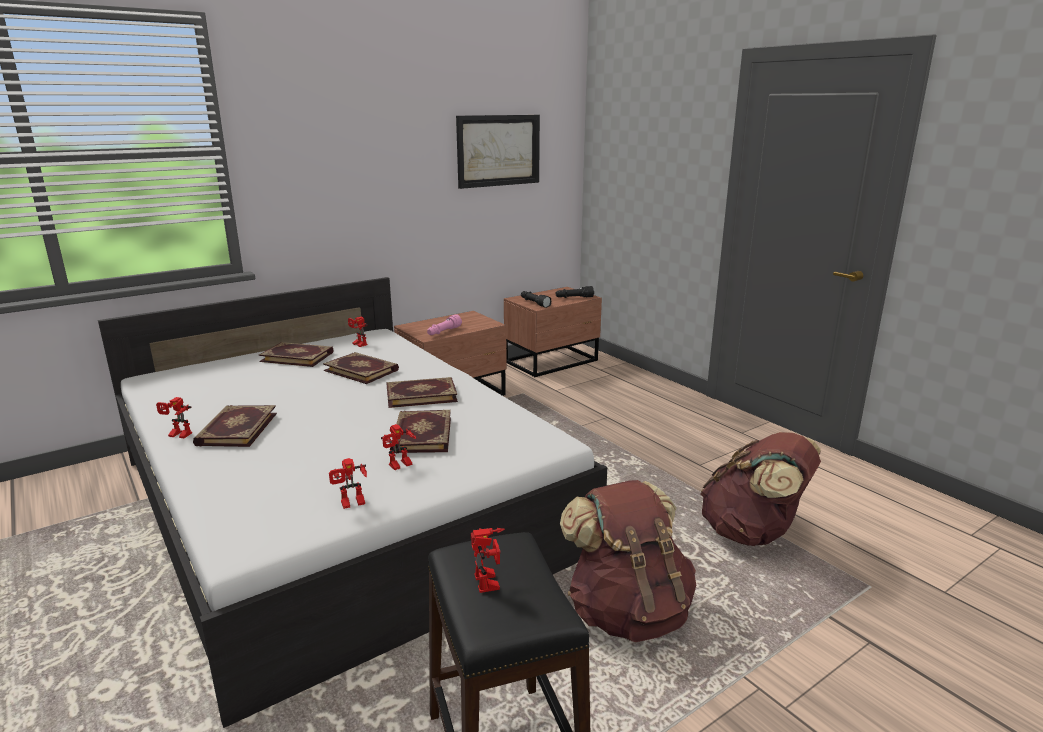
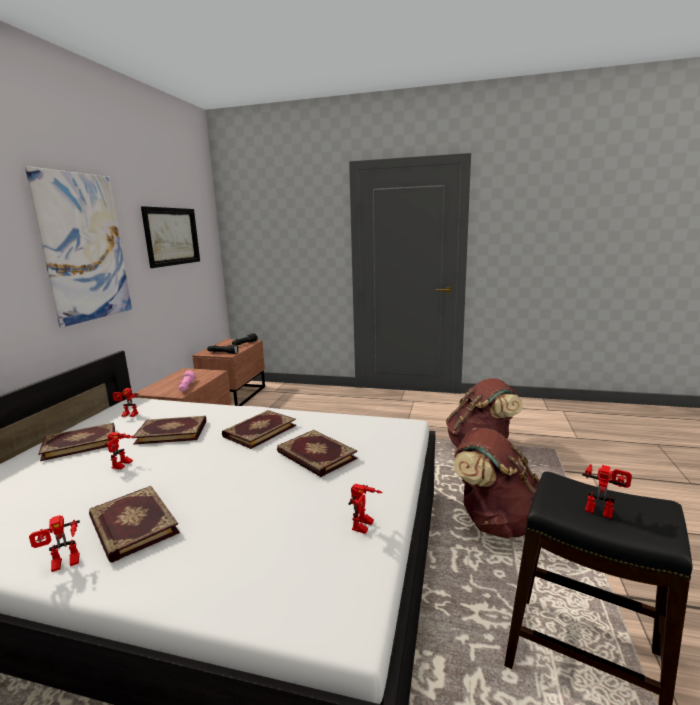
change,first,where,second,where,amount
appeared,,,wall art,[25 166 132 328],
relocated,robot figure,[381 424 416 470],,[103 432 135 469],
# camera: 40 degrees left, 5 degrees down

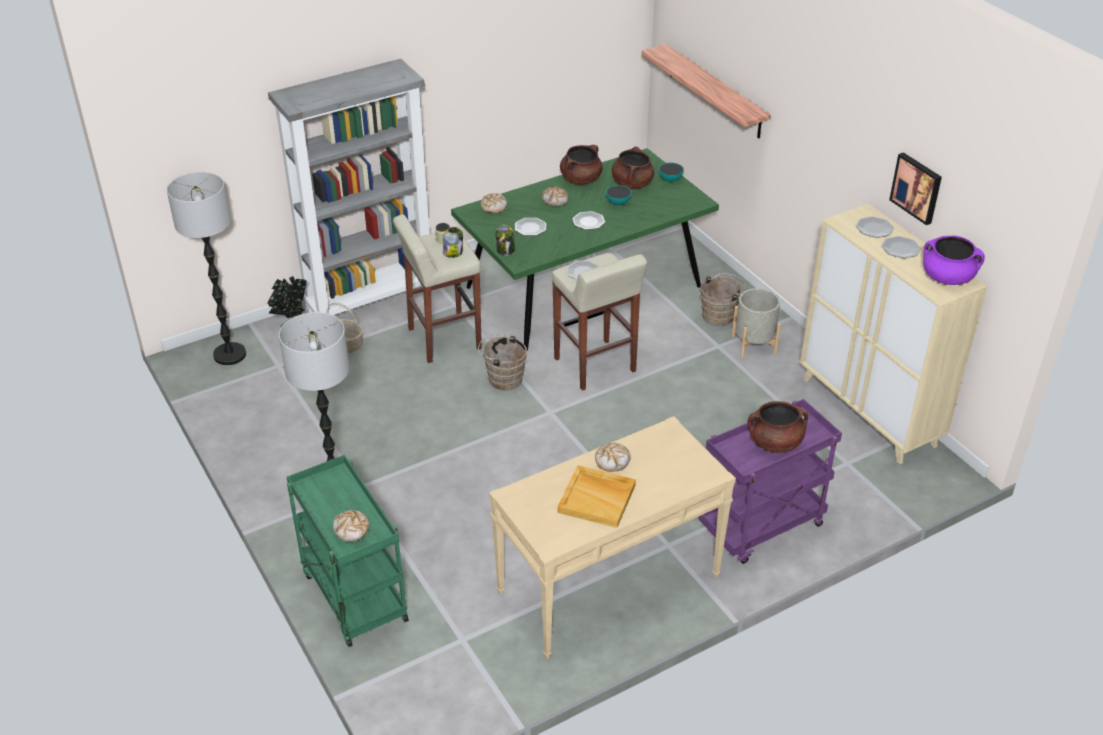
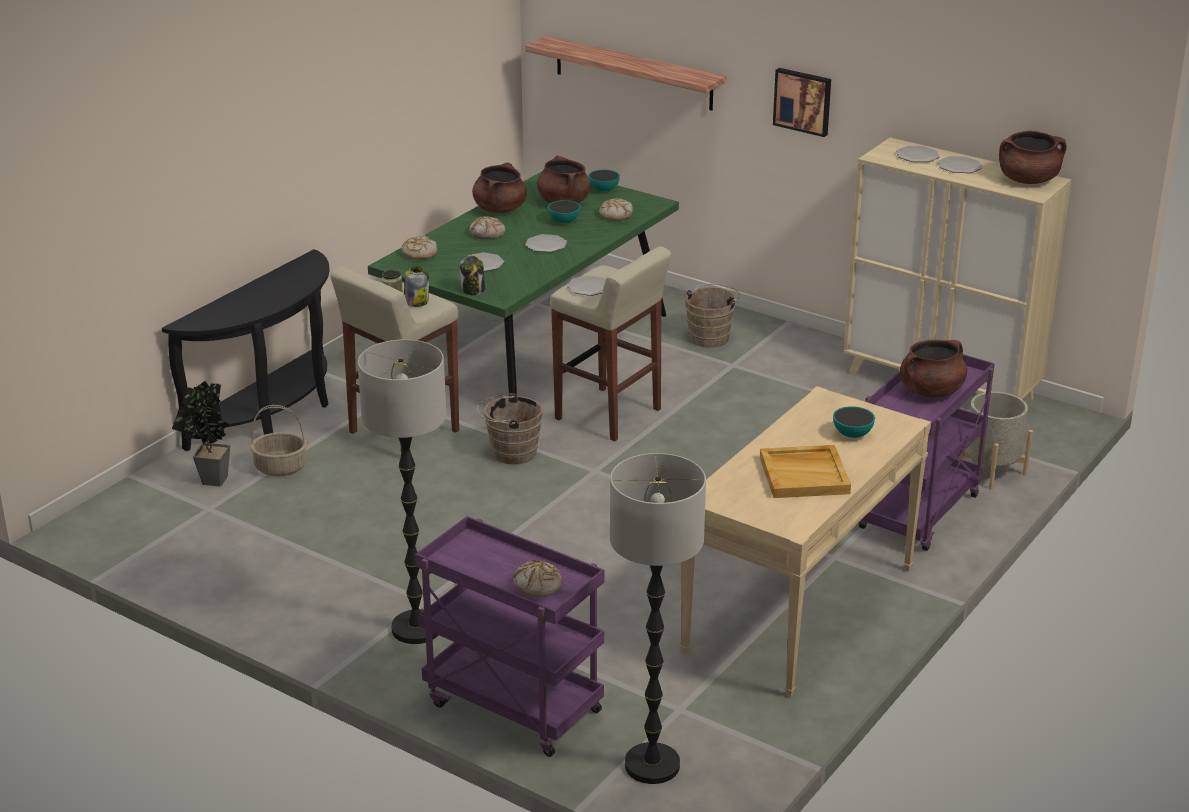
change,first,where,second,where,amount
exchanged,greyish bookcase,[268 59 434 315],black-coloured hall table,[162 249 329 451],
colour,green wheeled cart,[287 455 408 647],purple wheeled cart,[415 516 604 757],
relocated,bread,[595 443 631 472],,[599 198 633 221],
relocated,standing lamp,[167 172 246 365],,[610 453 706 784],
relocated,wall art,[889 152 942 225],,[773 68 831 137],
appeared,,,deep dish,[833 406 875 438],
relocated,greyish flower pot,[732 288 781 358],,[959 392 1033 490],
colour,purple saucepot,[923 236 985 285],brownish saucepot,[999 131 1067 184],
# camera: 25 degrees left, 10 degrees down

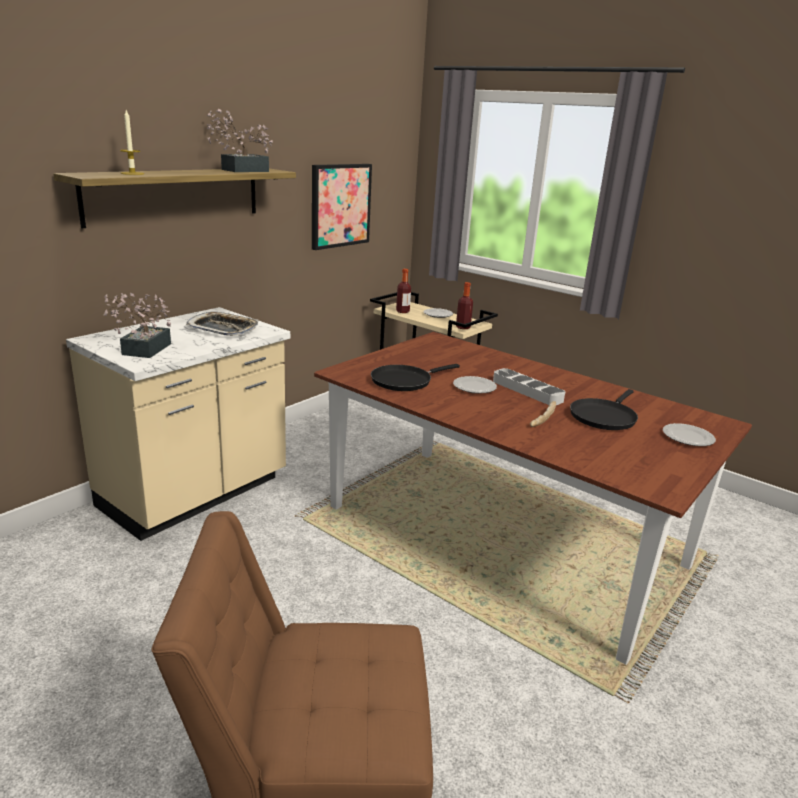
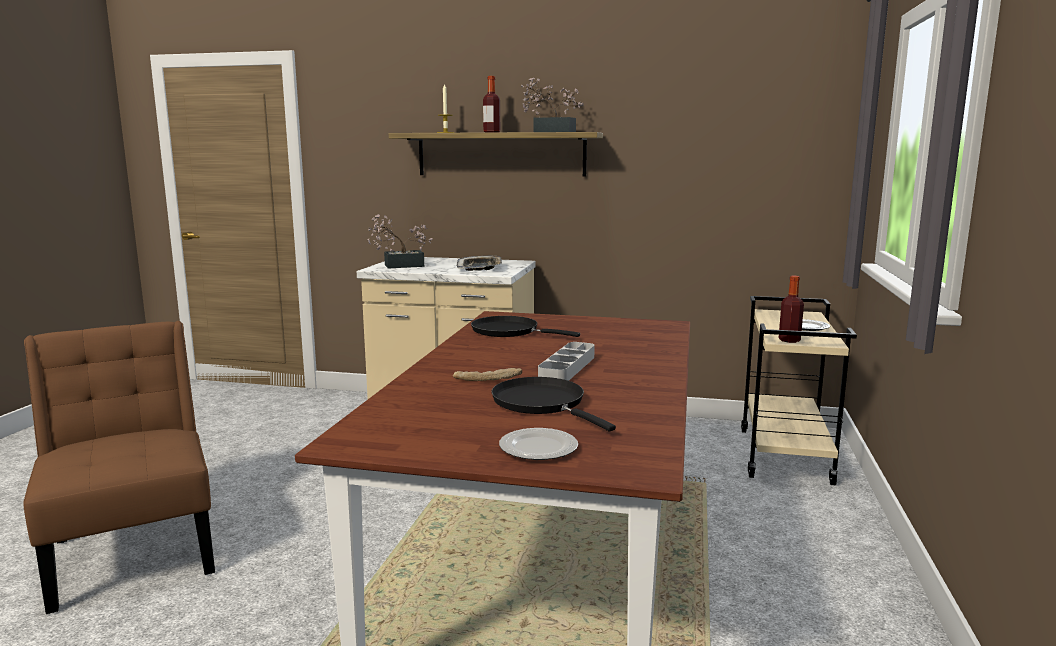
change,first,where,second,where,amount
relocated,beverage bottle,[396 269 411 313],,[483 76 500 132],
spun,black-coloured skillet,[570 389 638 430],,[491 377 616 431],45 degrees clockwise
missing,wall art,[312 164 372 250],,,
missing,dinner plate,[453 376 497 394],,,
# camera: 65 degrees right, 10 degrees down

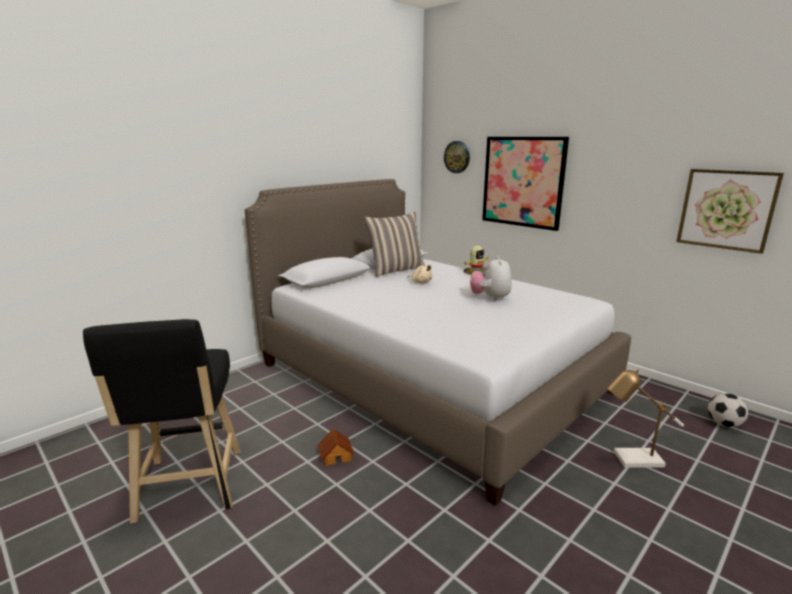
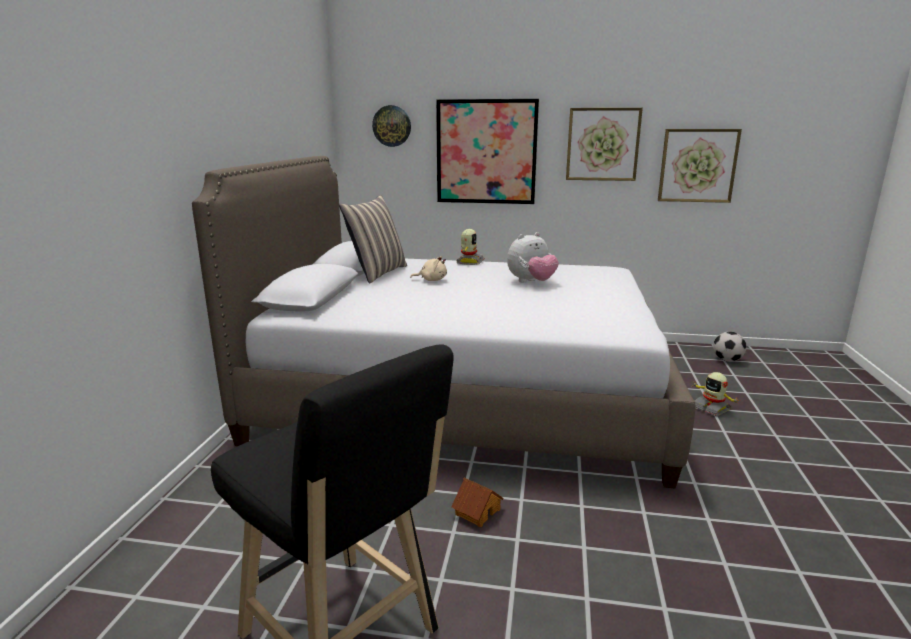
change,first,where,second,where,amount
spun,plush toy,[470 256 512 301],,[507 232 559 282],90 degrees counterclockwise
appeared,,,wall art,[566 108 643 181],
exchanged,tabletop lamp,[607 369 684 468],robot figure,[691 372 739 416],
# camera: 35 degrees left, 0 degrees up

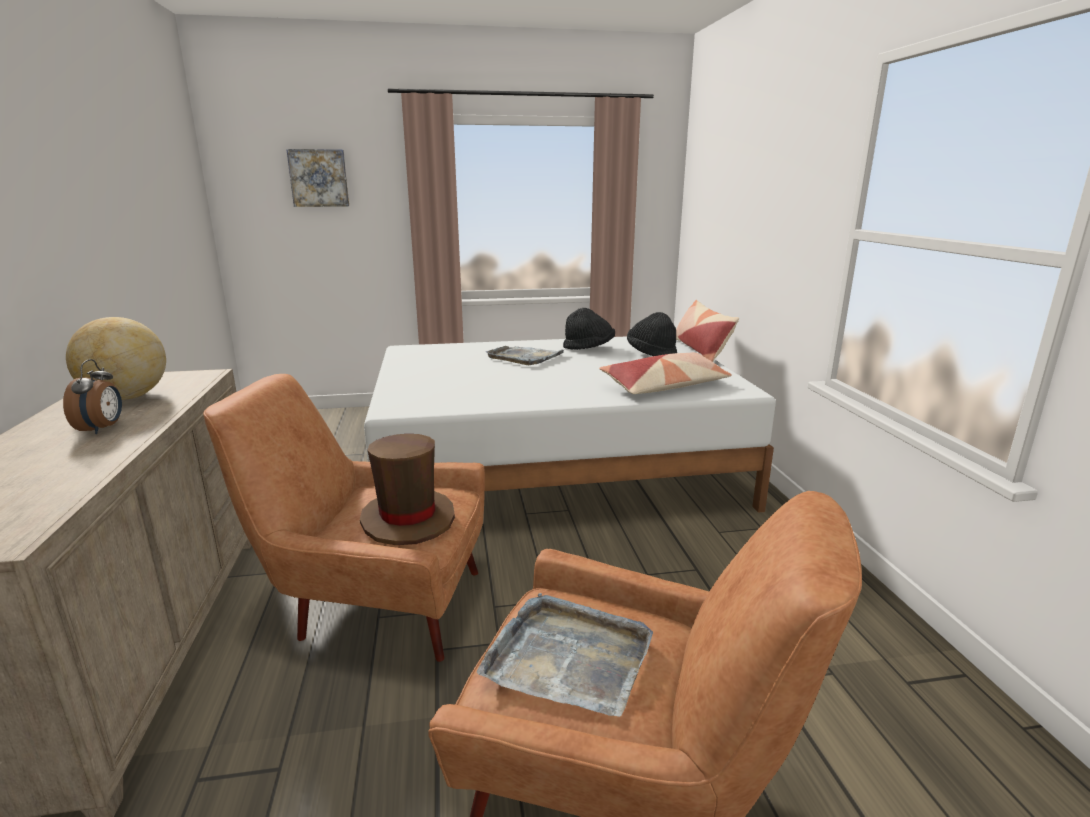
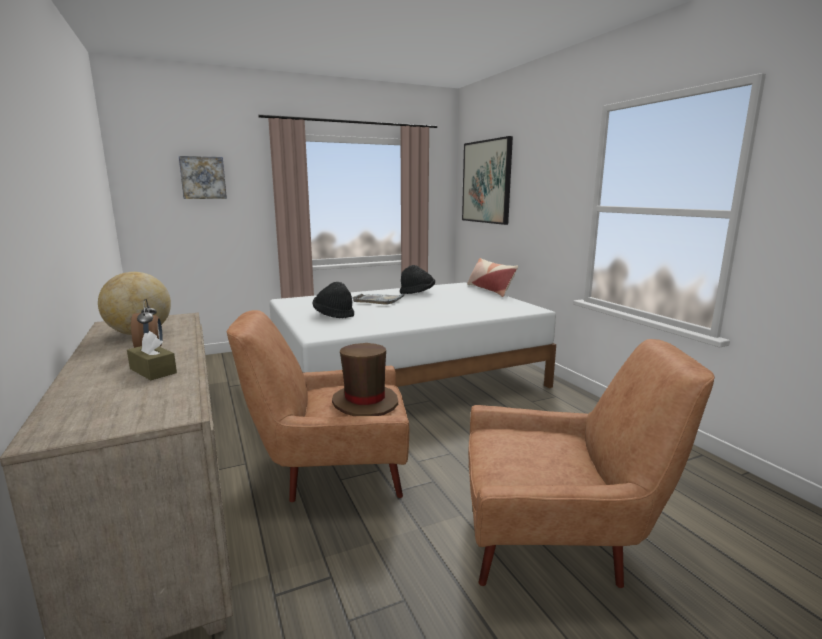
change,first,where,second,where,amount
appeared,,,brownish tissue box,[127 331 177 380],
relocated,black-coloured wearable hat,[627 312 677 356],,[313 282 354 319],
appeared,,,wall art,[462 136 513 225],
missing,greyish serving tray,[477 593 653 717],,,
missing,pillow,[599 352 732 394],,,
# camera: 15 degrees left, 5 degrees down

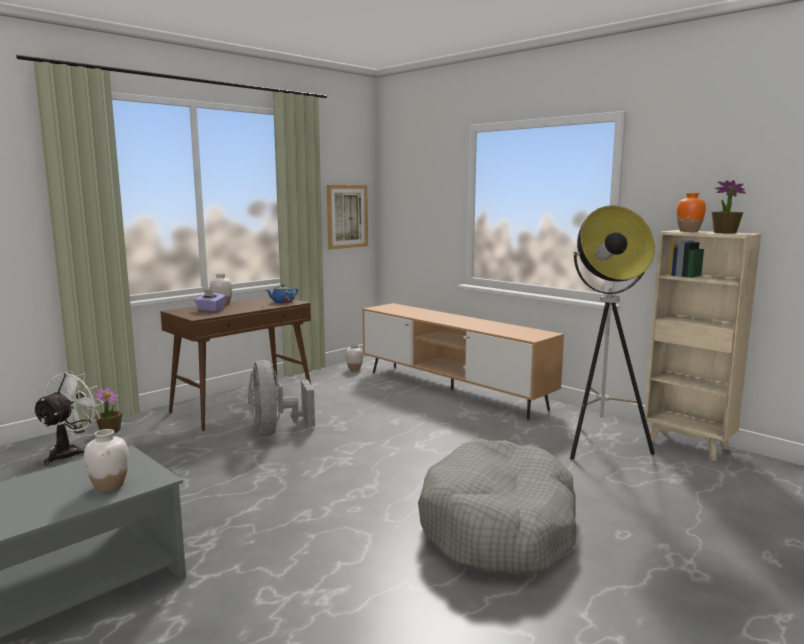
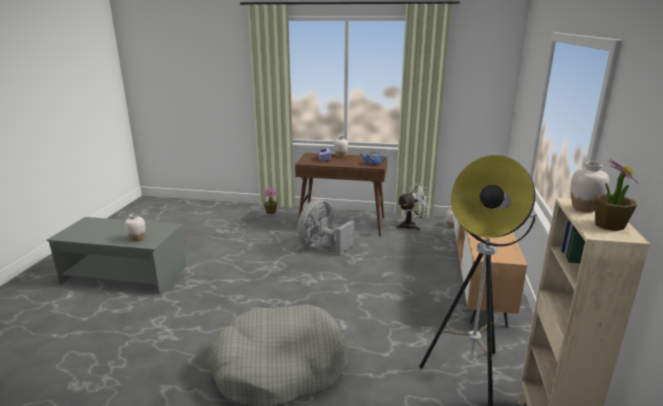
change,first,where,second,where,amount
relocated,whitish cooling fan,[32 371 104 466],,[396 183 432 231],
colour,orangey vase,[677 193 706 232],whitish vase,[571 162 609 212],
missing,wall art,[327 185 368 250],,,
# camera: 55 degrees right, 10 degrees up

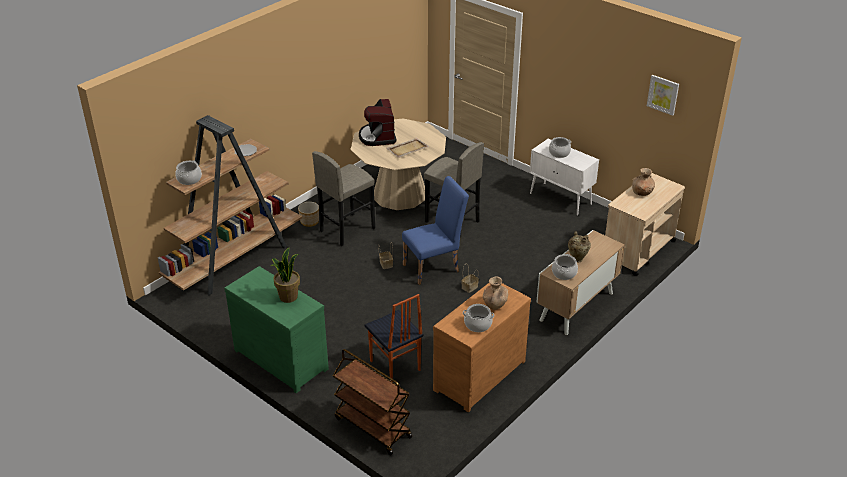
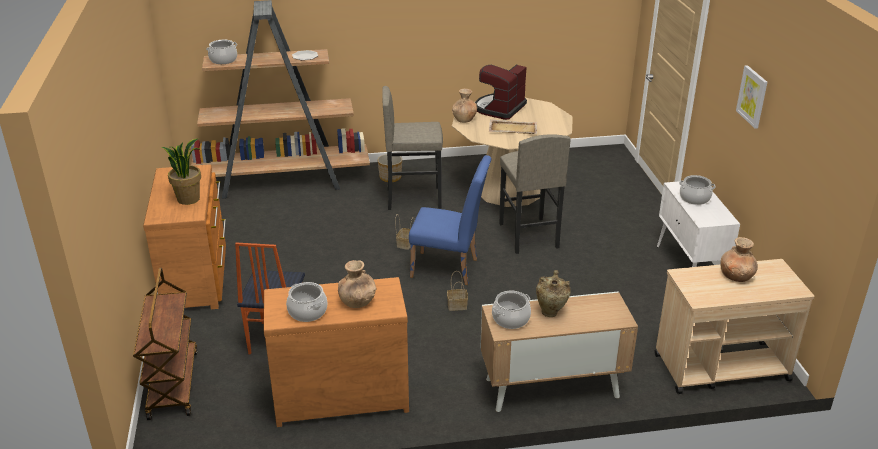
change,first,where,second,where,amount
colour,green drawer chest,[224 266 329 393],brownish drawer chest,[143 164 226 309],
appeared,,,brownish vase,[452 89 477 123],
relocated,wall art,[647 75 679 116],,[736 65 768 129],
# camera: 40 degrees right, 5 degrees down

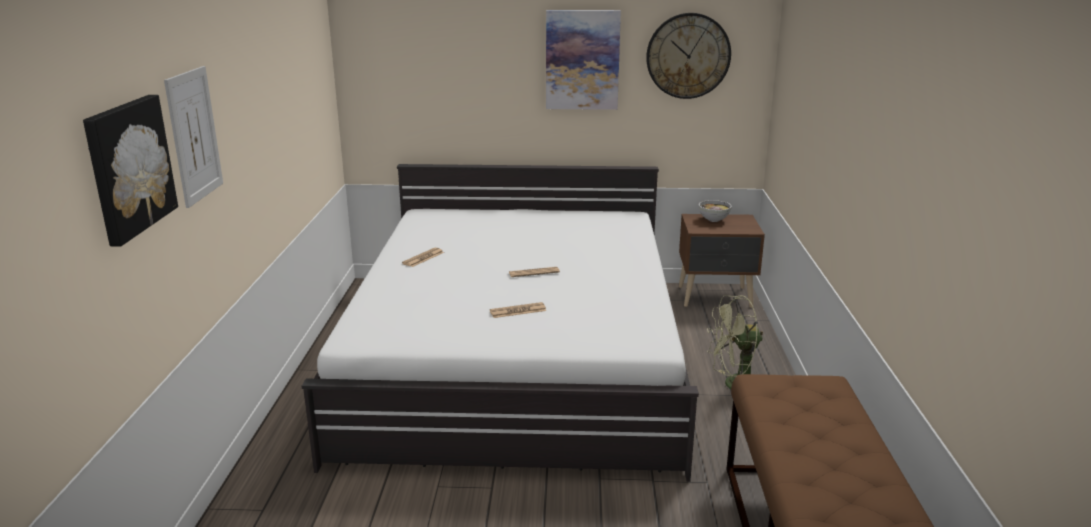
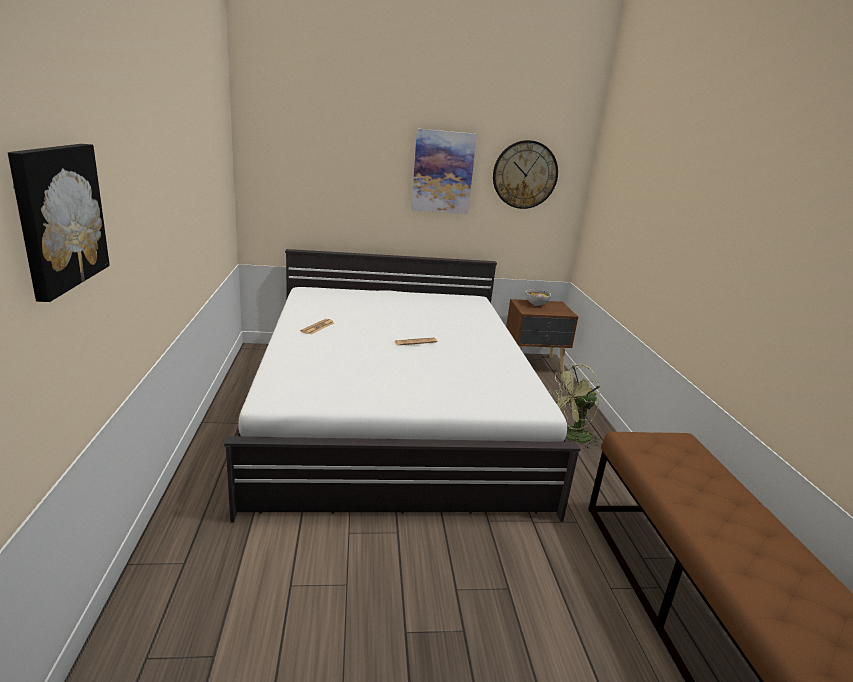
change,first,where,second,where,amount
missing,wall art,[164 66 223 208],,,
missing,printed paper,[490 302 546 318],,,
# camera: 10 degrees left, 0 degrees up

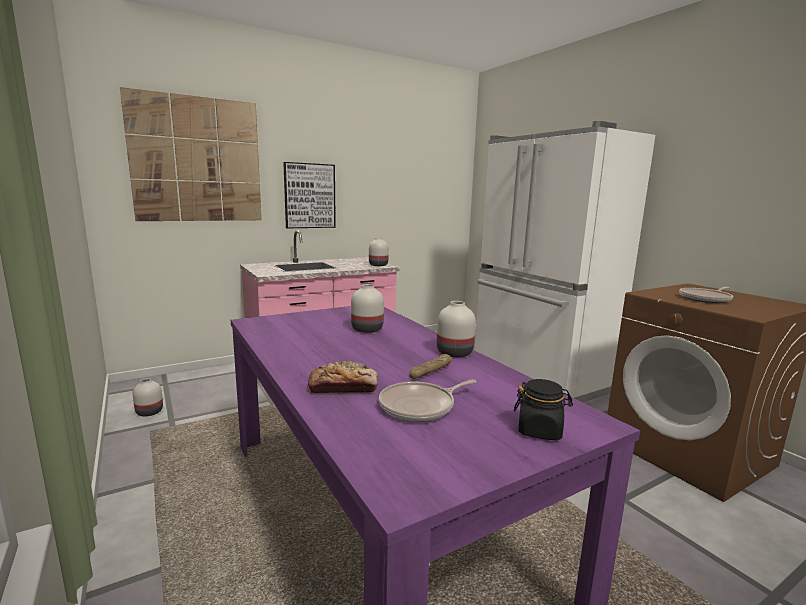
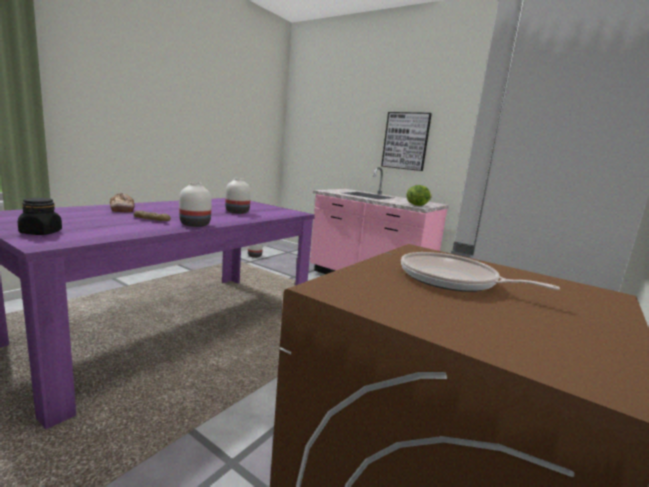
change,first,where,second,where,amount
exchanged,whitish vase,[369 237 389 266],lettuce head,[407 185 432 206],
missing,wall art,[120 87 262 221],,,
missing,skillet,[379 379 477 422],,,
# camera: 65 degrees right, 0 degrees up

